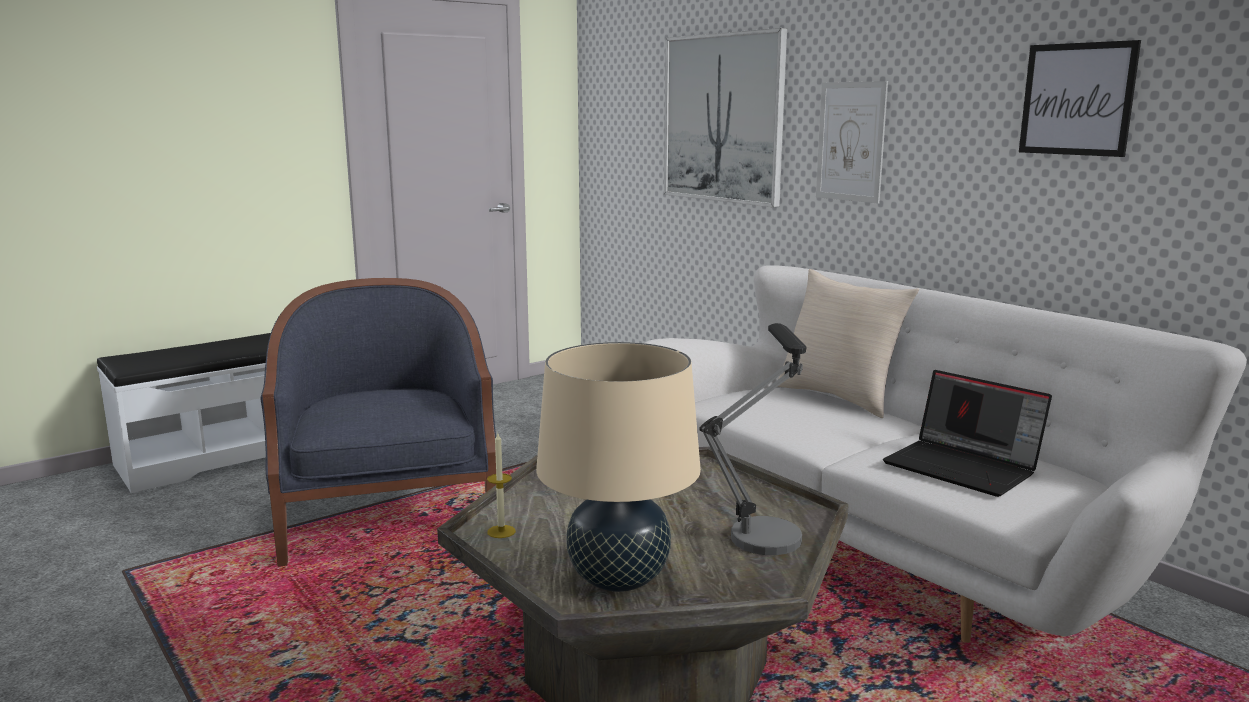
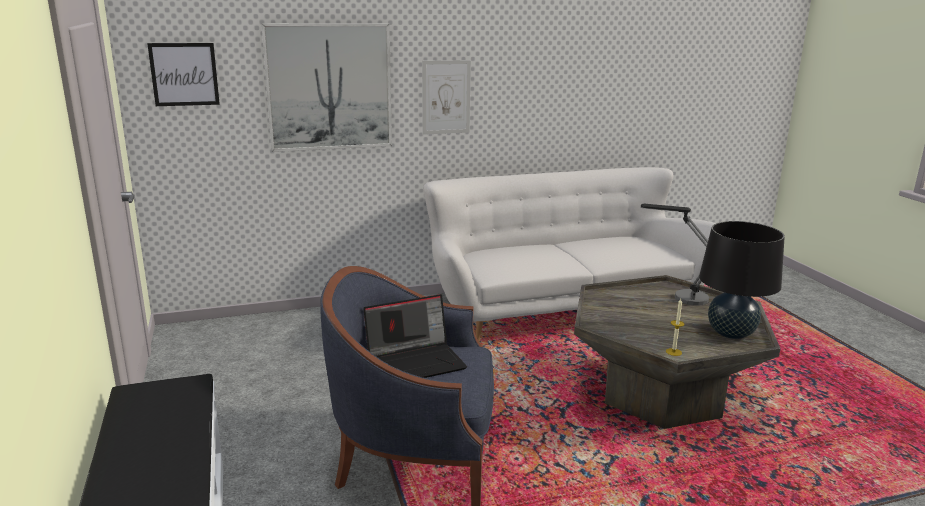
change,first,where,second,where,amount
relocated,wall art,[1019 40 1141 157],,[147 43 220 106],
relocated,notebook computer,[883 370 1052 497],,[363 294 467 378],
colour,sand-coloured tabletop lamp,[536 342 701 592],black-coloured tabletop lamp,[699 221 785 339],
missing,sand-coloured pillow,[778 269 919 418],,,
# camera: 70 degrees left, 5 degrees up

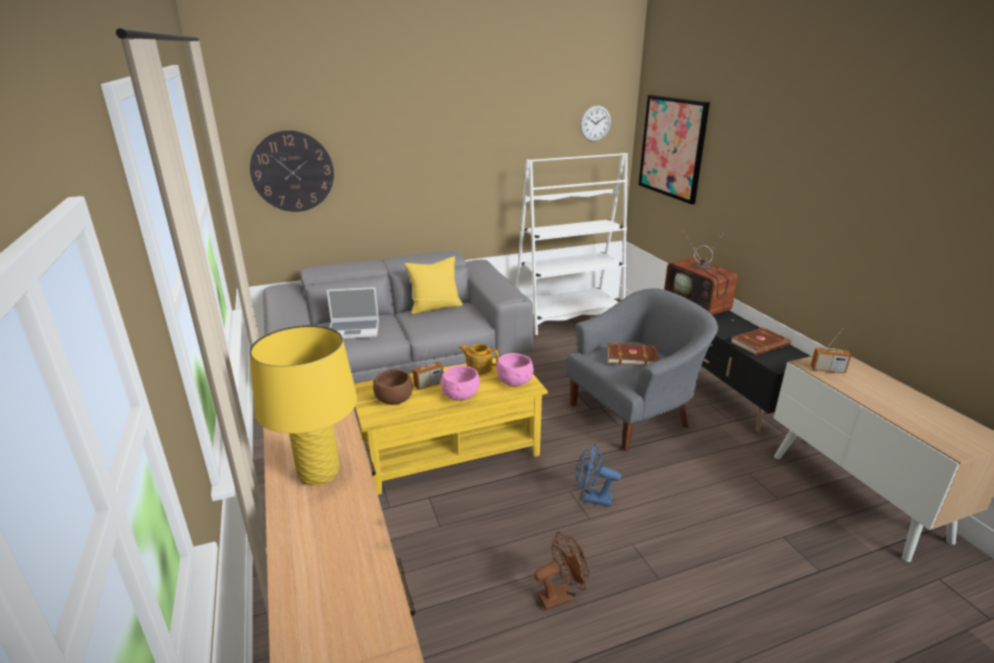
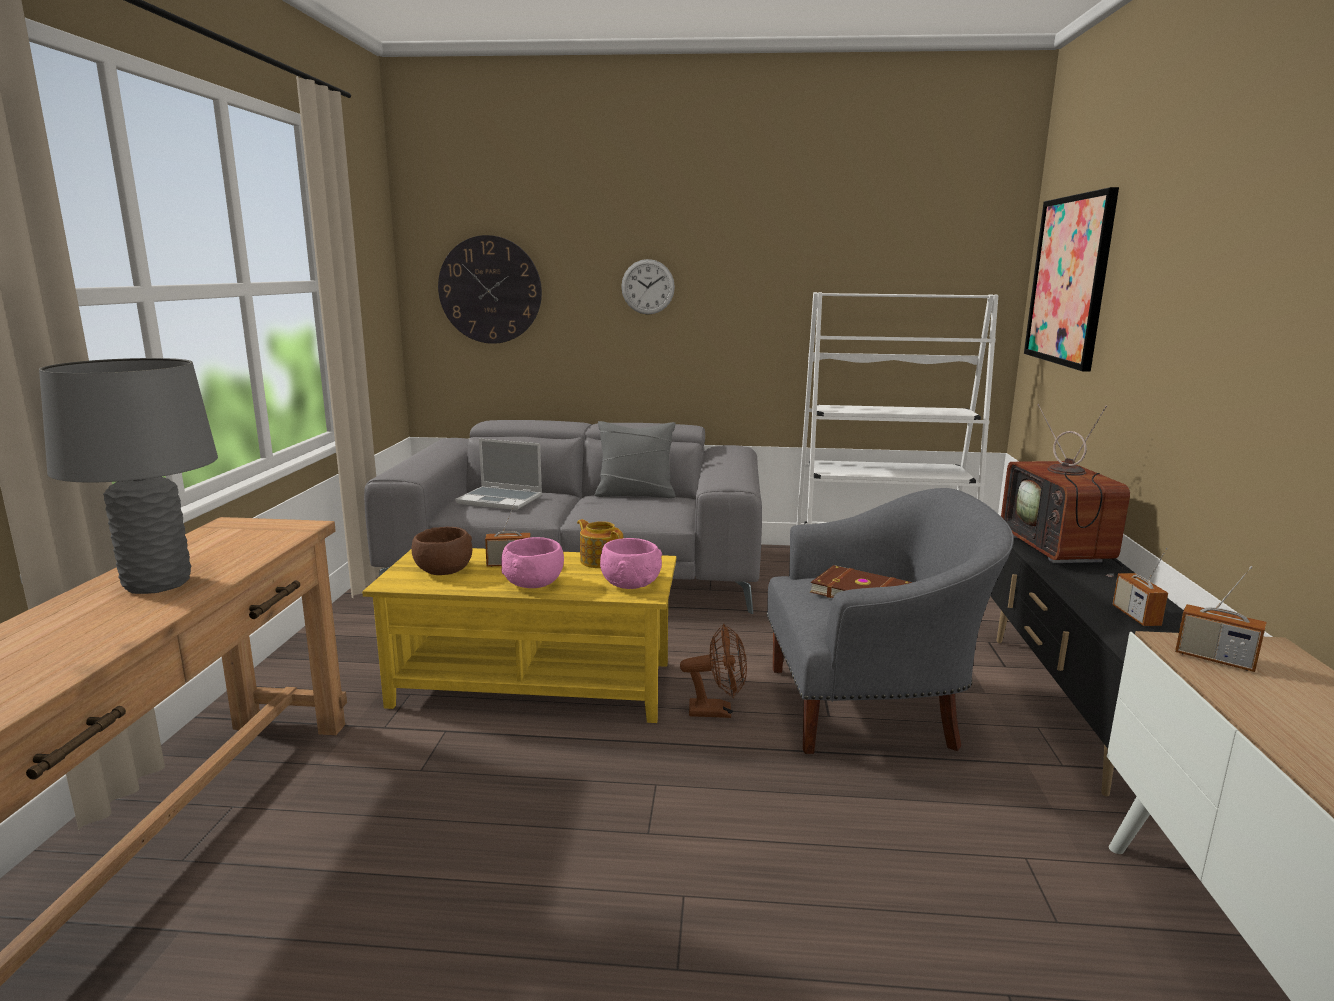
change,first,where,second,where,amount
colour,yellow tabletop lamp,[249 325 357 486],greyish tabletop lamp,[39 358 218 594],
colour,yellow pillow,[405 256 463 314],greyish pillow,[595 421 676 498],
relocated,clock on the wall,[580 105 611 142],,[621 259 675 315],
relocated,brownish cooling fan,[534 531 589 610],,[680 623 747 718],
exchanged,brownish book,[730 327 791 356],radio receiver,[1112 548 1168 626],
missing,bluish cooling fan,[576 444 621 507],,,
# camera: 25 degrees right, 10 degrees down

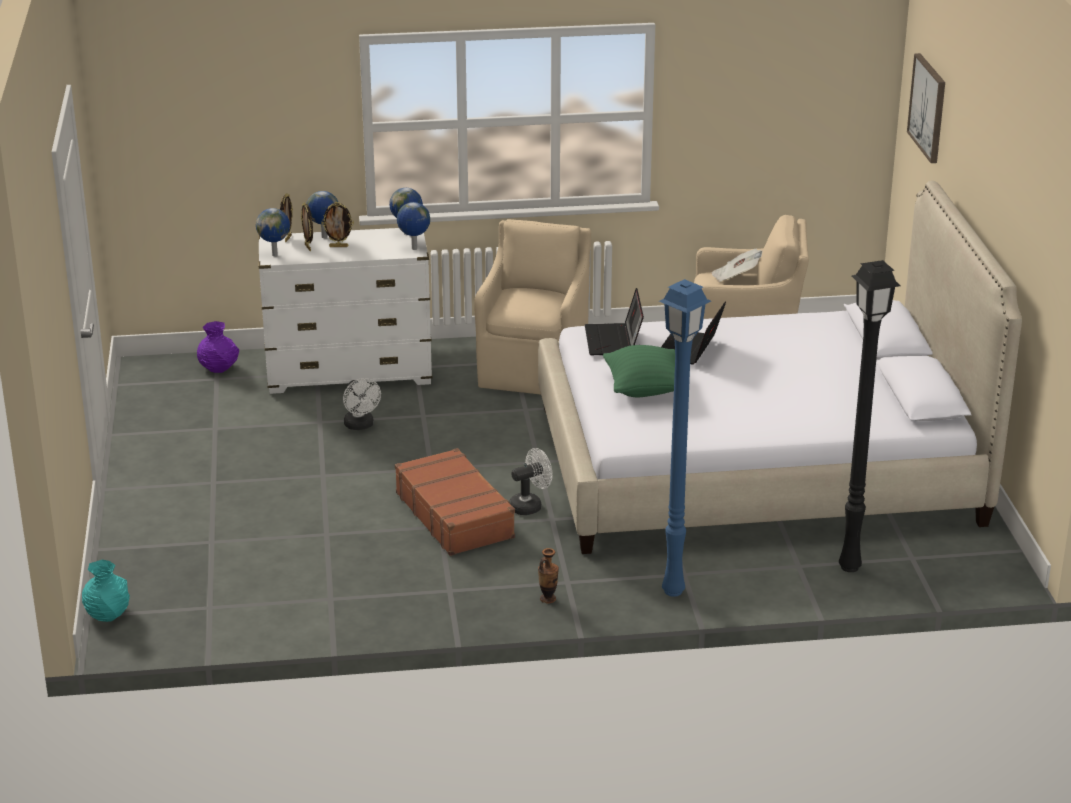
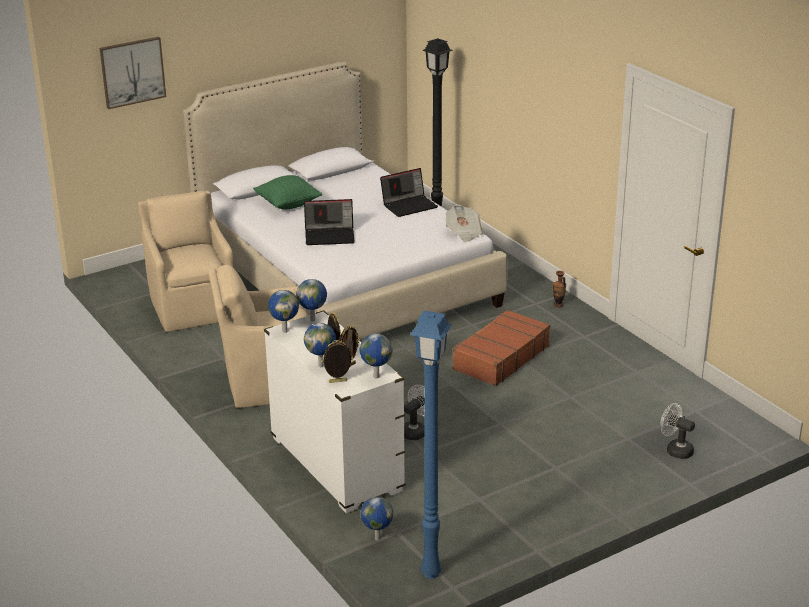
change,first,where,second,where,amount
relocated,green pillow,[603 345 675 397],,[253 175 322 209],
exchanged,purple vase,[197 321 239 373],globe,[360 497 393 540],
relocated,notebook computer,[585 288 644 355],,[380 168 438 217],
relocated,bluish standing lamp,[659 279 711 597],,[410 310 452 579],
relocated,printed paper,[711 249 763 282],,[446 204 483 242],
relocated,whitish cooling fan,[509 448 553 515],,[660 403 695 459],
missing,turquoise vase,[82 560 130 622],,,
# camera: 115 degrees left, 0 degrees up

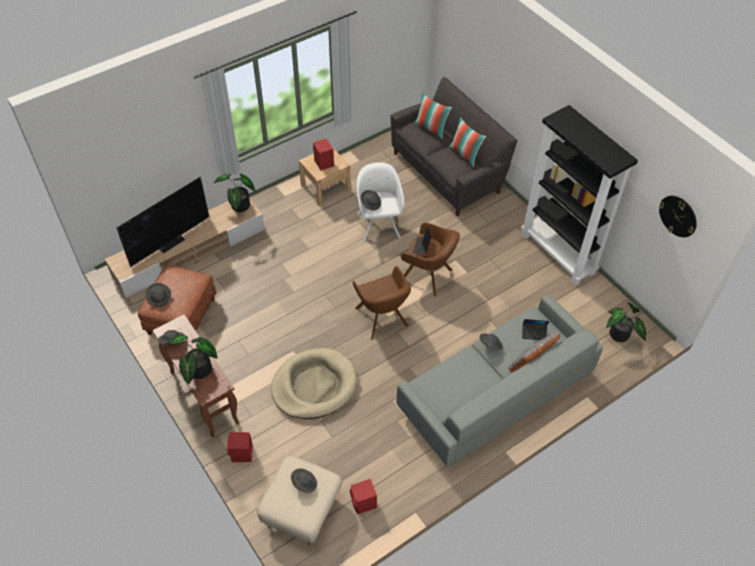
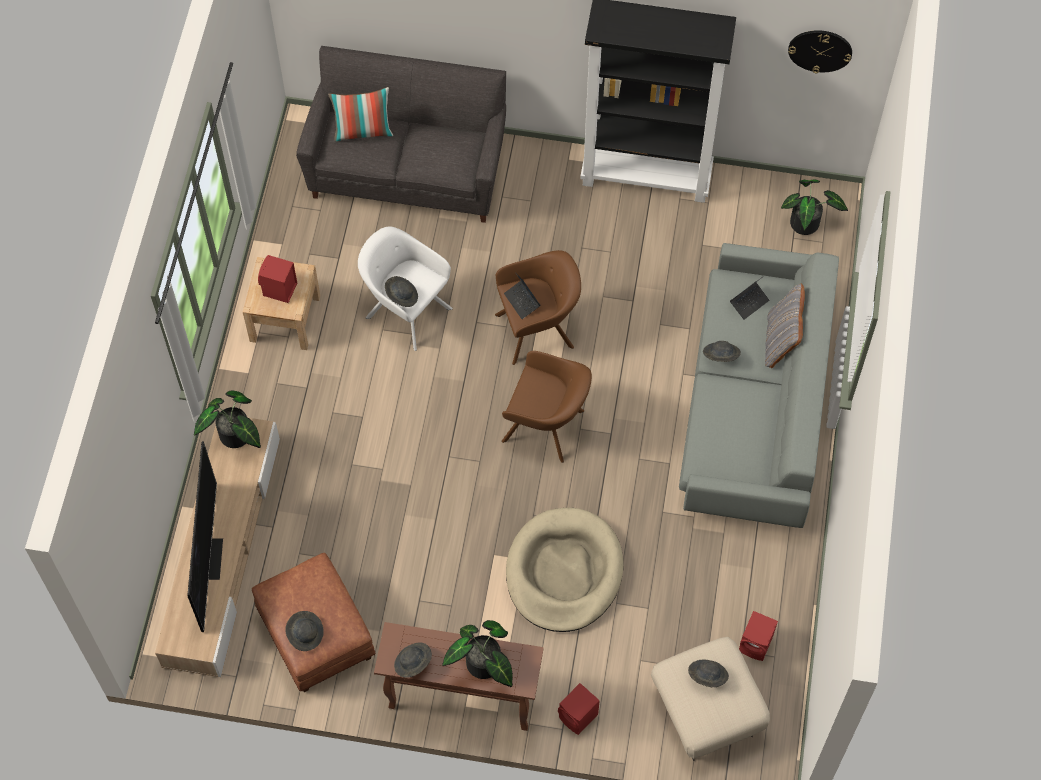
change,first,where,second,where,amount
missing,pillow,[449 117 486 167],,,
# camera: 45 degrees left, 10 degrees up

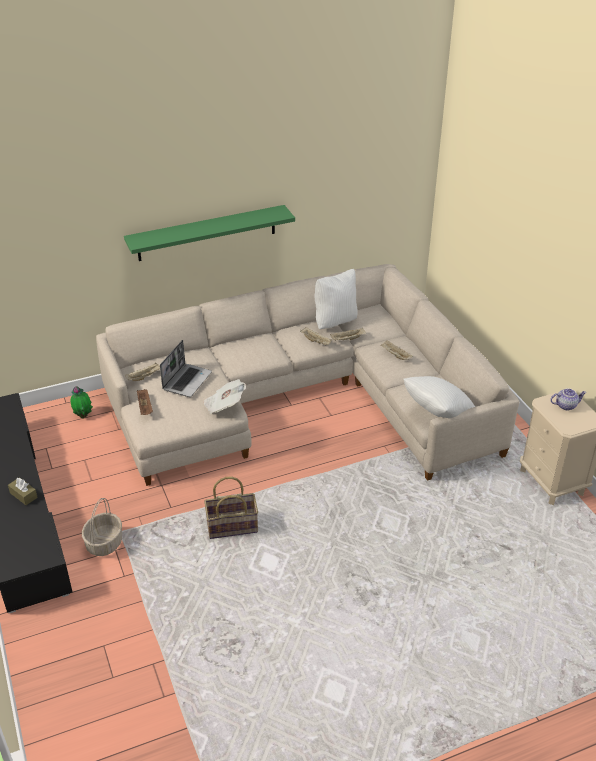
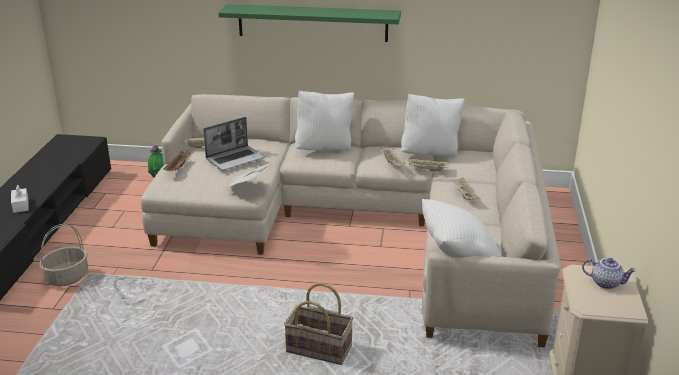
change,first,where,second,where,amount
colour,brownish tissue box,[8 477 38 505],whitish tissue box,[11 185 29 213],
relocated,storage basket,[204 477 258 539],,[284 283 353 365],
appeared,,,whitish pillow,[295 91 354 151],
# camera: 30 degrees right, 10 degrees down

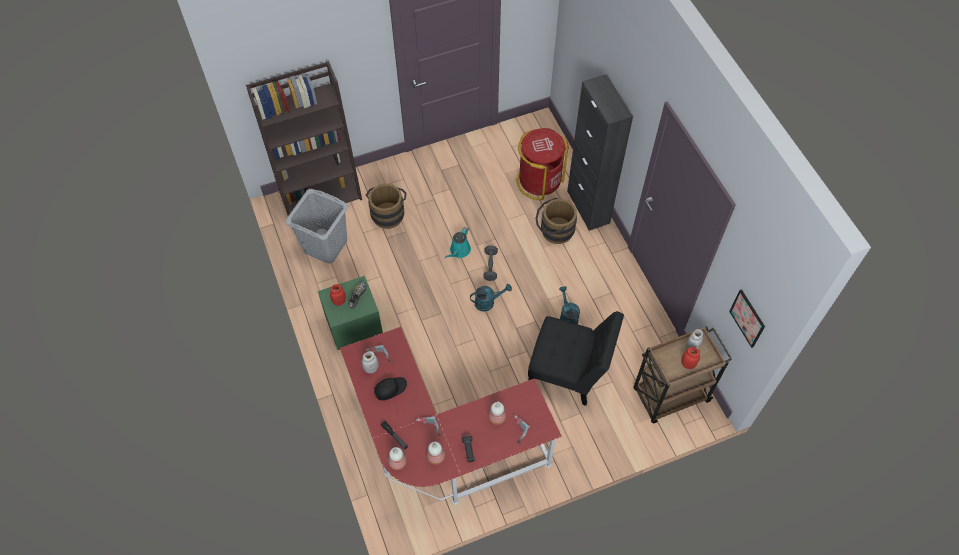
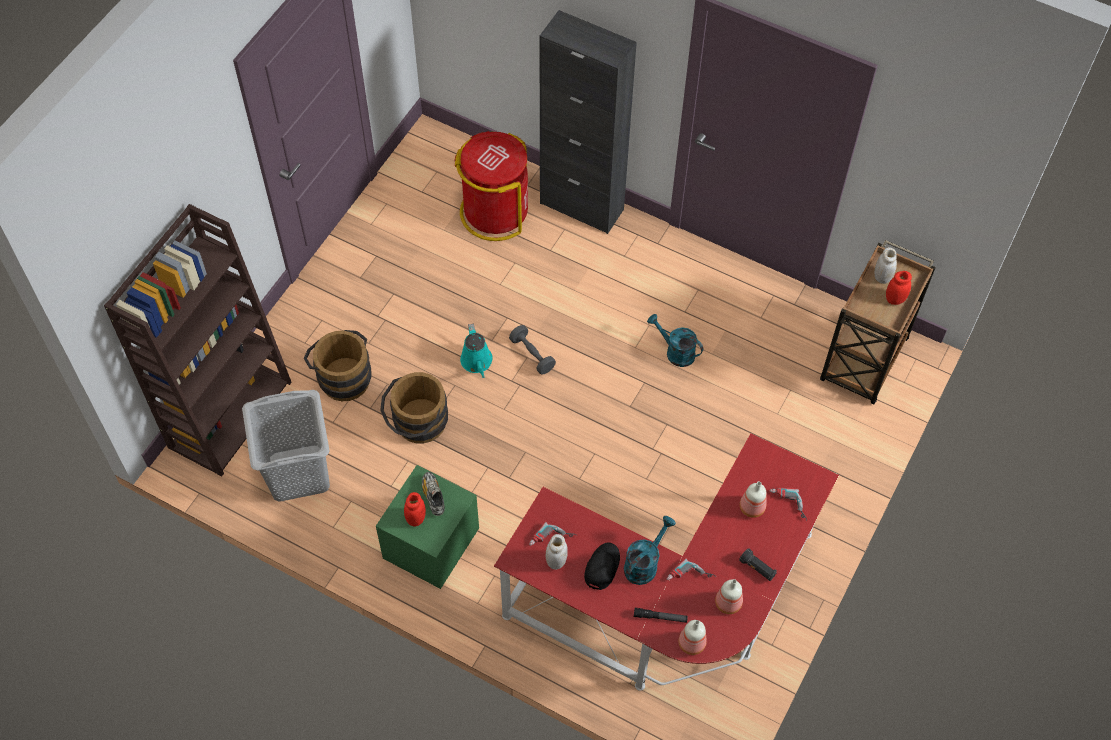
change,first,where,second,where,amount
relocated,brownish pail,[536 198 577 244],,[380 372 448 443],
relocated,turquoise sprinkling can,[470 284 512 312],,[624 516 676 585],
missing,black-coloured upright chair,[528 311 624 406],,,
missing,wall art,[729 289 765 348],,,
# camera: 40 degrees left, 0 degrees up

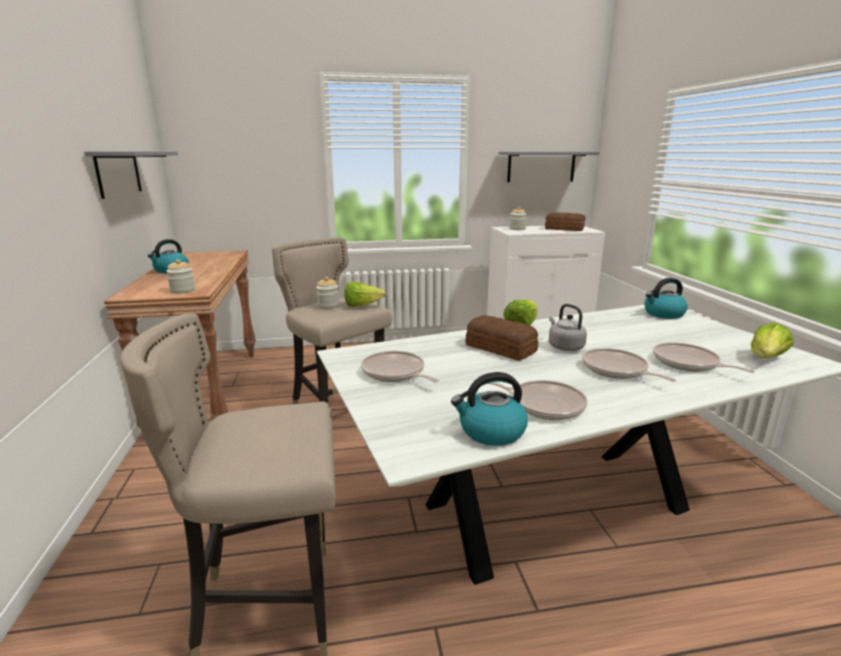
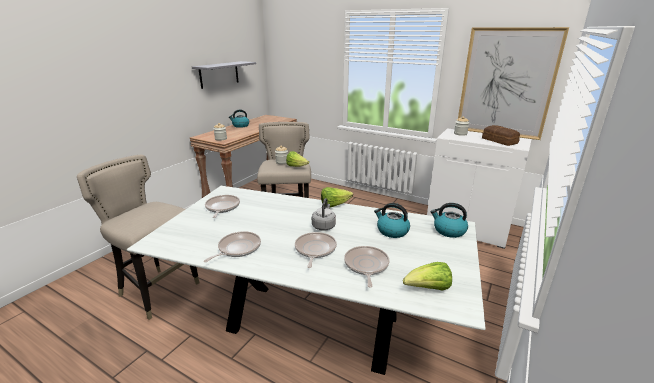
change,first,where,second,where,amount
spun,skillet,[488 380 588 420],,[204 231 261 262],120 degrees counterclockwise
relocated,tea kettle,[451 372 528 446],,[374 203 410 238],
exchanged,greyish bracket shelf,[498 152 599 182],wall art,[458 27 569 140],
missing,bread,[465 315 538 361],,,
# camera: 40 degrees right, 5 degrees up

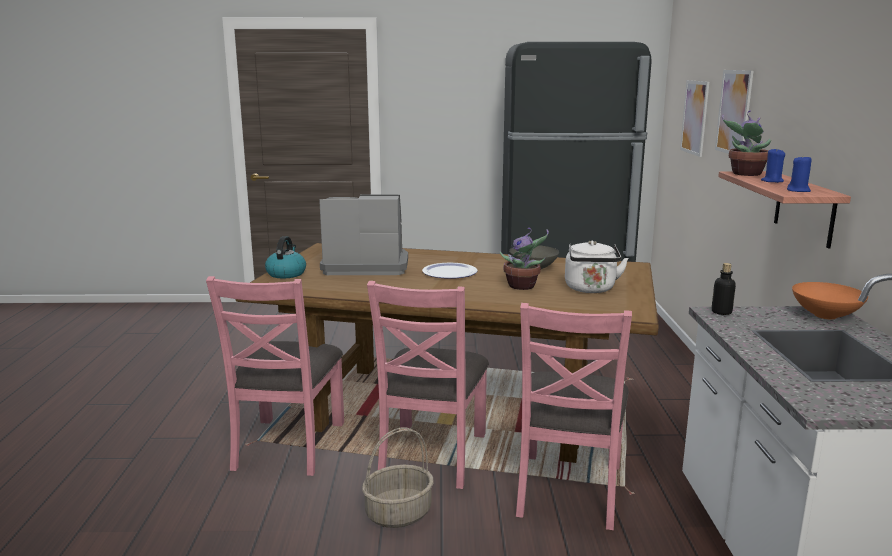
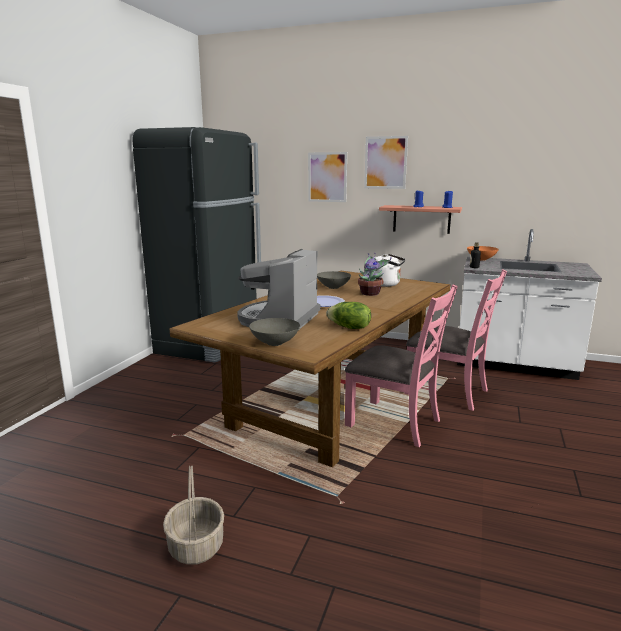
change,first,where,second,where,amount
relocated,storage basket,[362 427 434 528],,[163 466 224 565],
exchanged,tea kettle,[265 236 306 278],greyish deep dish,[249 318 300 346],
appeared,,,lettuce head,[326 302 371 329],
relocated,wall art,[680 80 709 157],,[364 136 408 189],
missing,pinkish upright chair,[206 276 344 476],,,
missing,houseplant,[722 110 771 176],,,
# camera: 70 degrees left, 0 degrees up

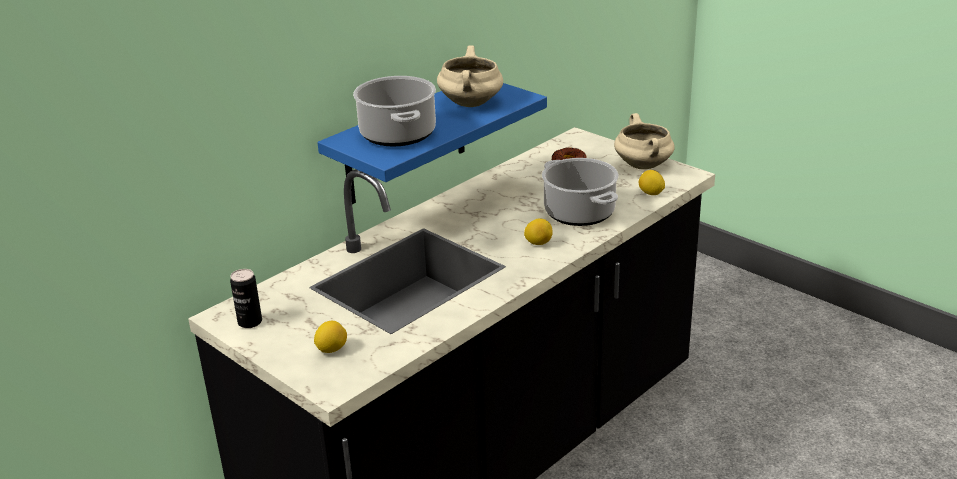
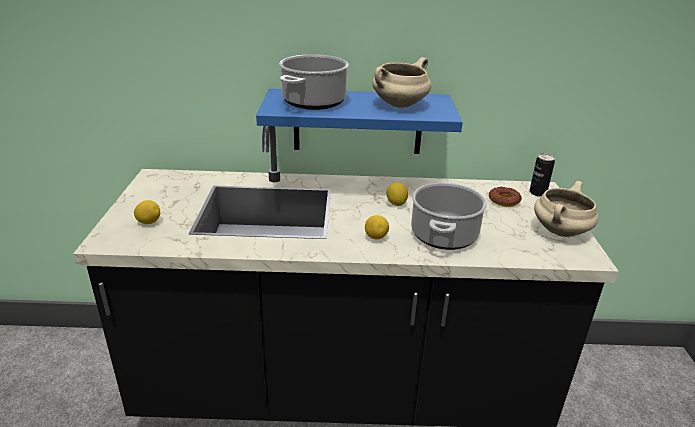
change,first,where,second,where,amount
relocated,whole lemon,[639 170 665 195],,[386 182 408 206],
relocated,metal can,[230 269 262 328],,[529 154 555 197],
# camera: 45 degrees right, 0 degrees up

